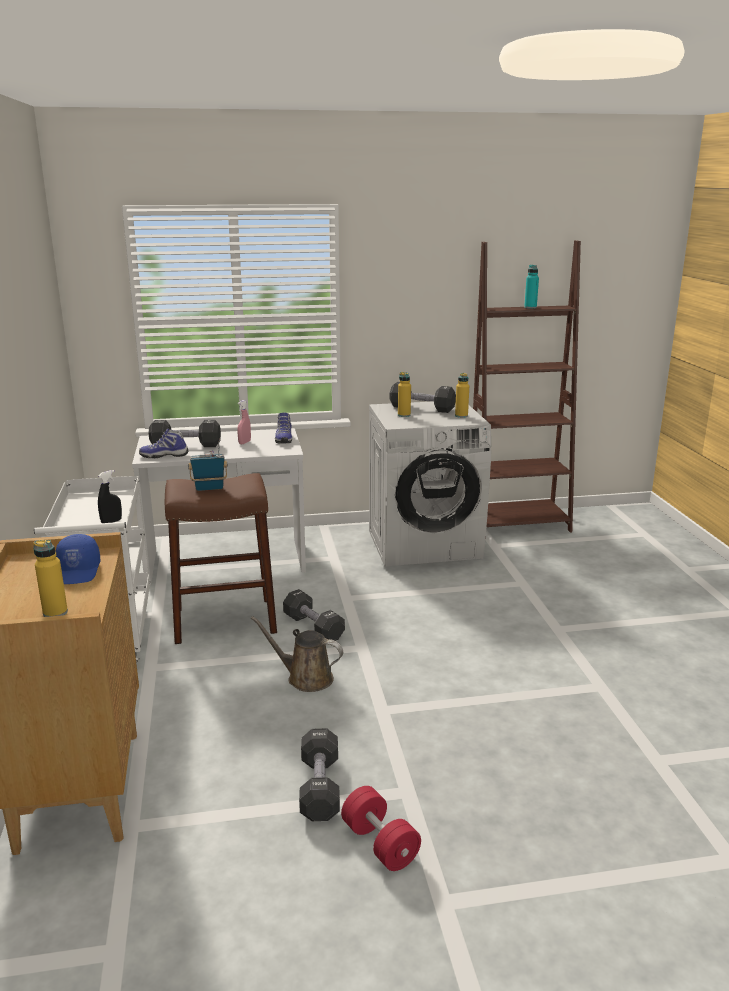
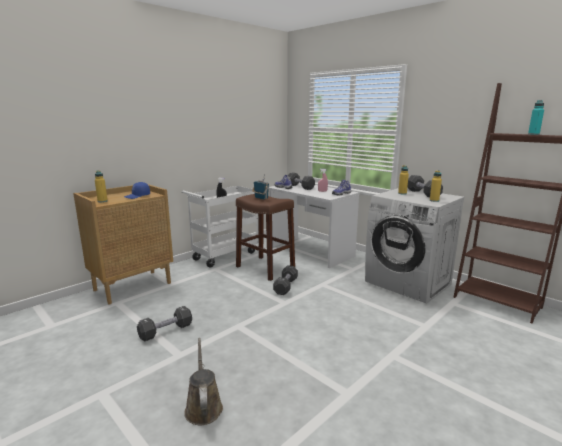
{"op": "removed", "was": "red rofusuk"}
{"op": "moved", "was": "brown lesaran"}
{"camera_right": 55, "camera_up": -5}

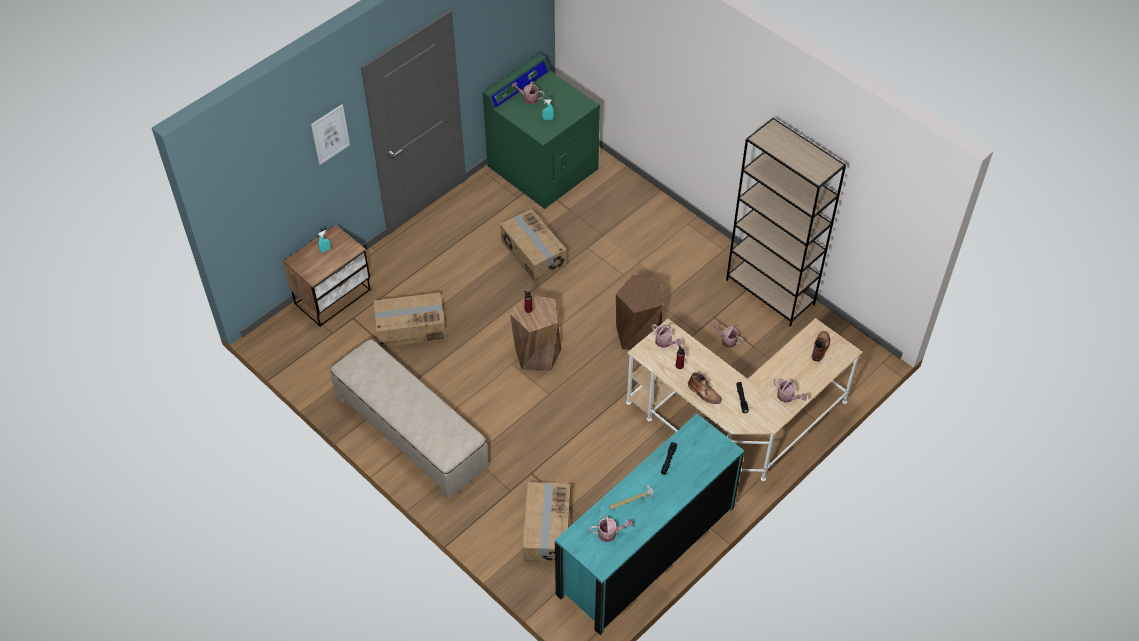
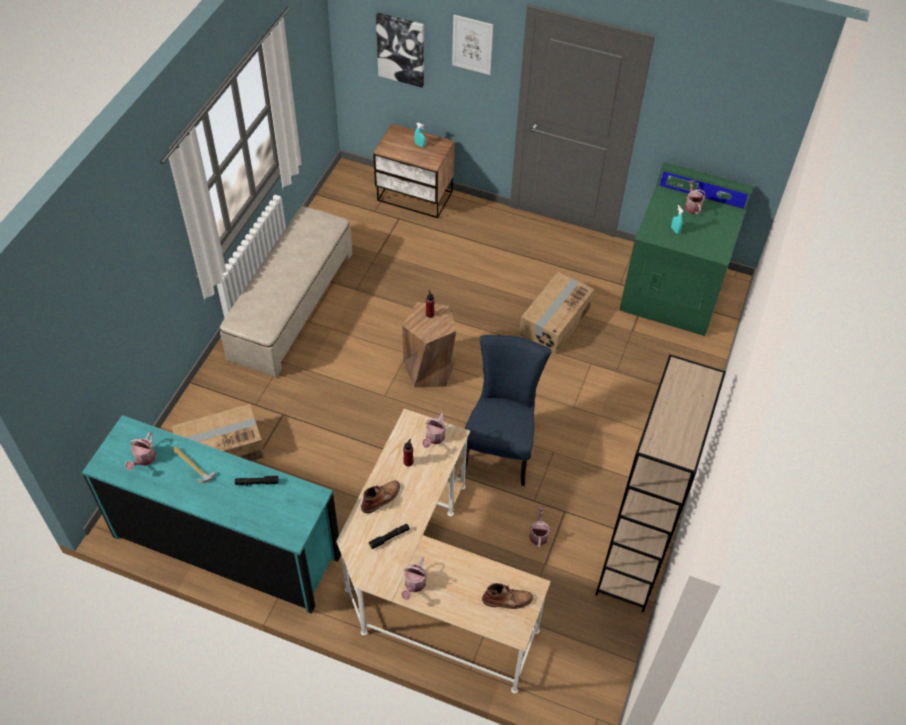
{"op": "removed", "was": "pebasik (1st from left)"}
{"op": "added", "now": "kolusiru (1st from left)"}
{"op": "replaced", "was": "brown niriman (2nd from left)", "now": "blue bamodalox"}
{"op": "turned", "was": "lesaran (2nd from left in the first image)", "clockwise": 45}
{"op": "turned", "was": "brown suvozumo (1st from left)", "clockwise": -150}
{"camera_right": 65, "camera_up": 0}

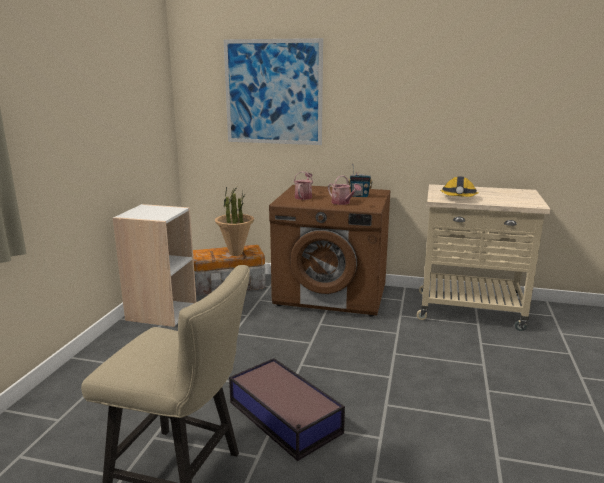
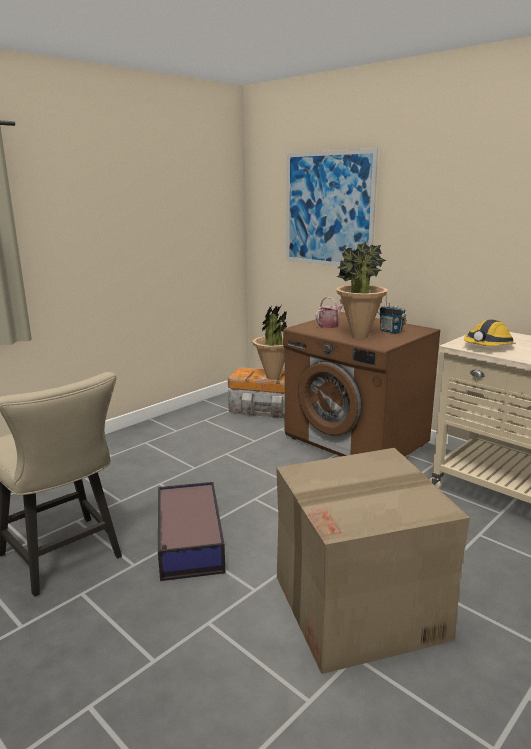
{"op": "removed", "was": "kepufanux"}
{"op": "added", "now": "pebasik"}
{"op": "replaced", "was": "lesaran (2nd from left)", "now": "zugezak (2nd from left)"}
{"camera_right": 30, "camera_up": 0}

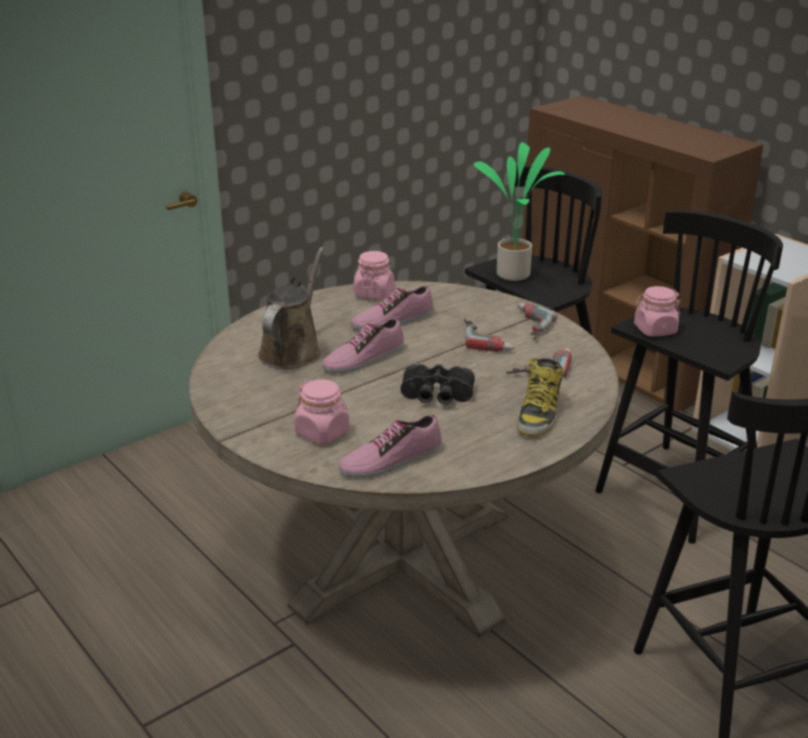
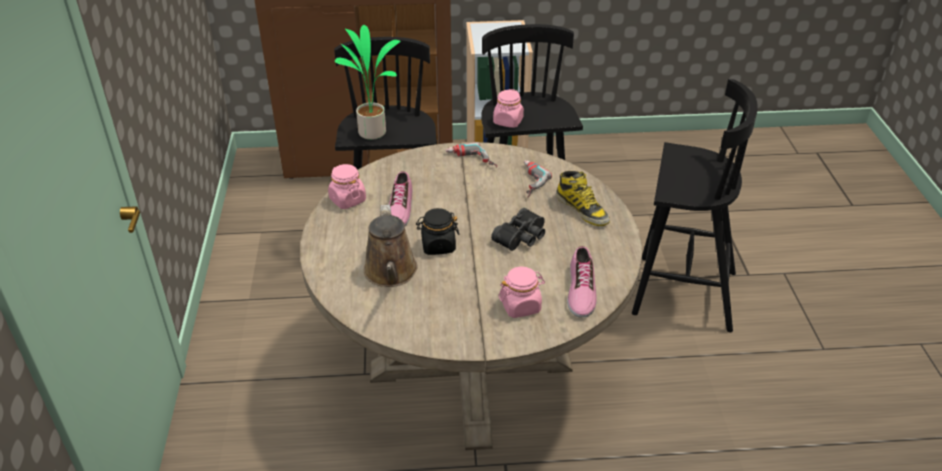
{"op": "removed", "was": "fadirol (1st from left)"}
{"op": "replaced", "was": "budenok (1st from left)", "now": "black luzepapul"}
{"op": "turned", "was": "brown lesaran", "clockwise": -150}
{"camera_right": -55, "camera_up": 10}

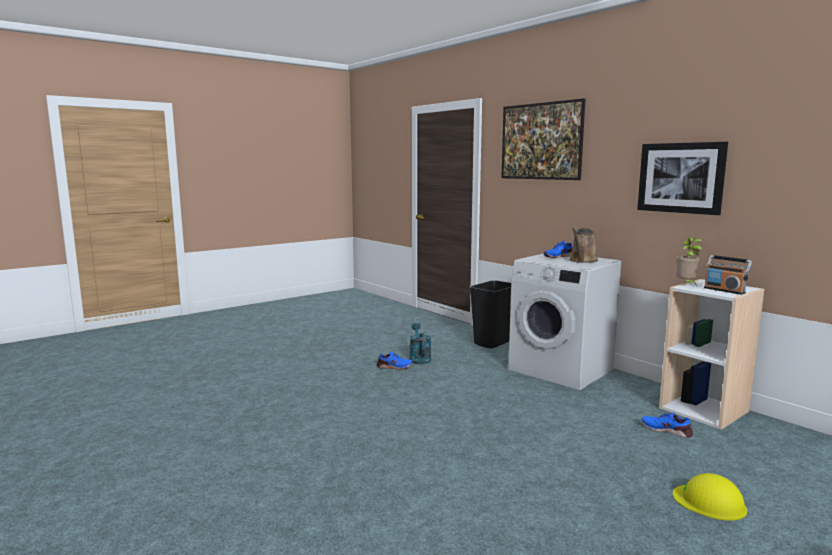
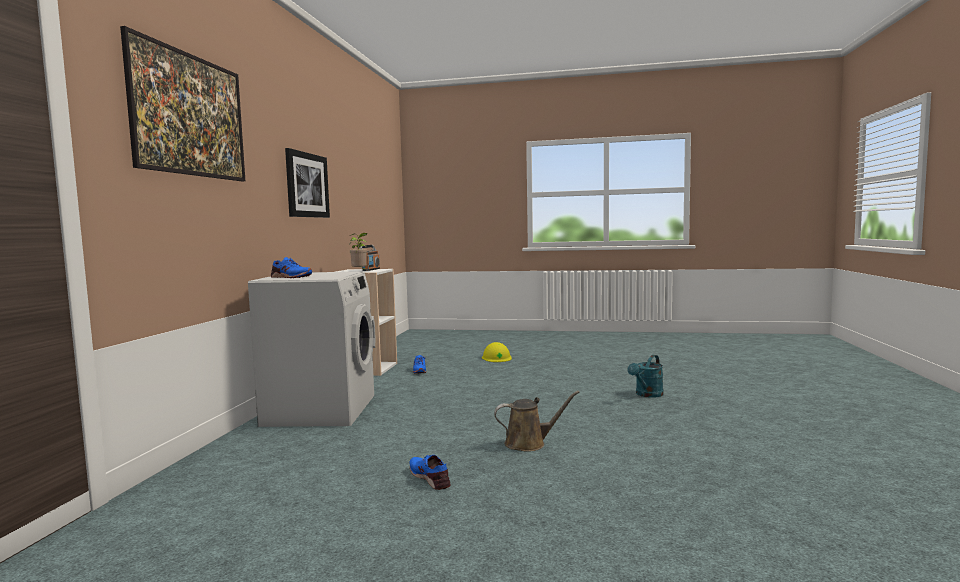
{"op": "removed", "was": "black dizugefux"}
{"op": "moved", "was": "turquoise lesaran"}
{"op": "moved", "was": "brown lesaran"}
{"camera_right": -130, "camera_up": -5}

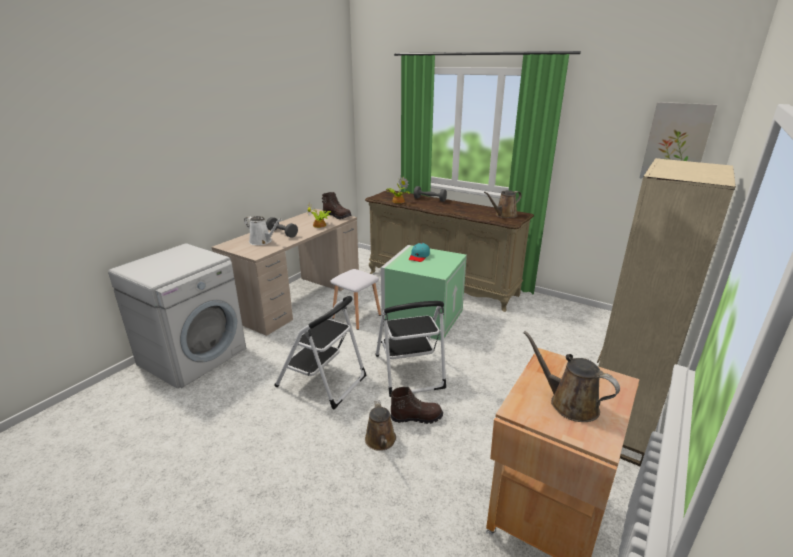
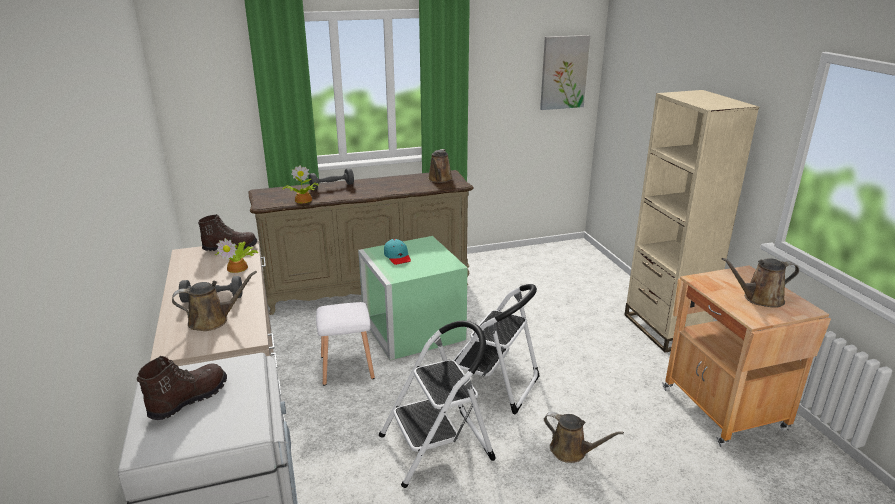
{"op": "moved", "was": "brown suvozumo (2nd from left in the first image)", "now": "brown suvozumo (1st from left)"}
{"op": "recoloured", "was": "white lesaran", "now": "brown lesaran (1st from left)"}
{"camera_right": -50, "camera_up": 0}

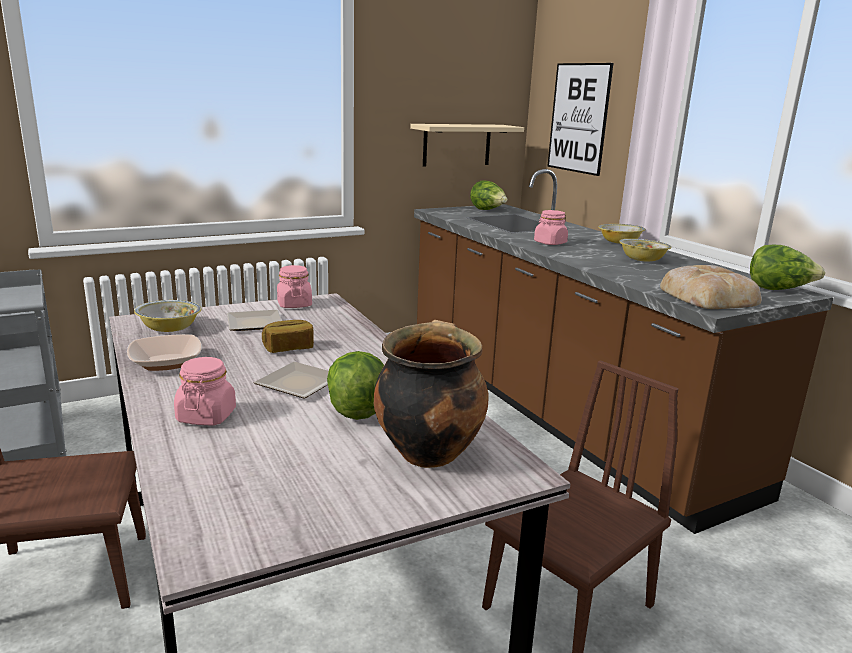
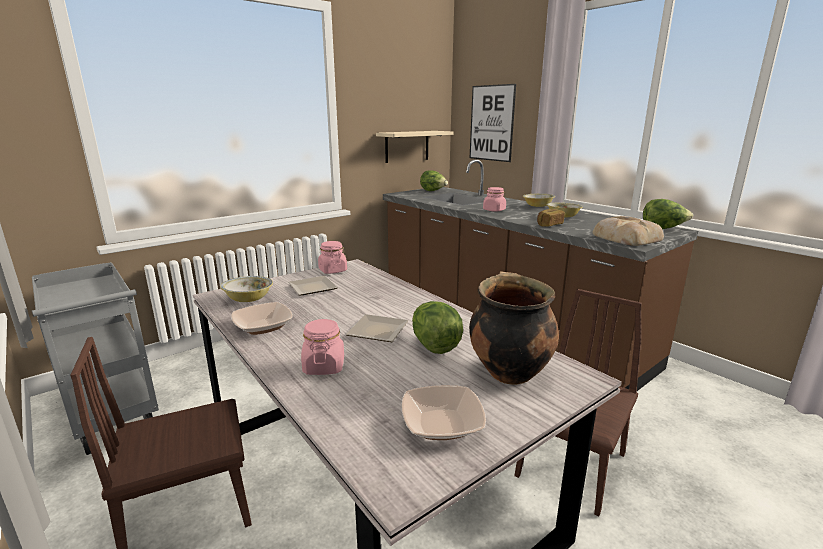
{"op": "added", "now": "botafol (3rd from left)"}
{"op": "moved", "was": "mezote (1st from left)"}
{"camera_right": -10, "camera_up": 0}

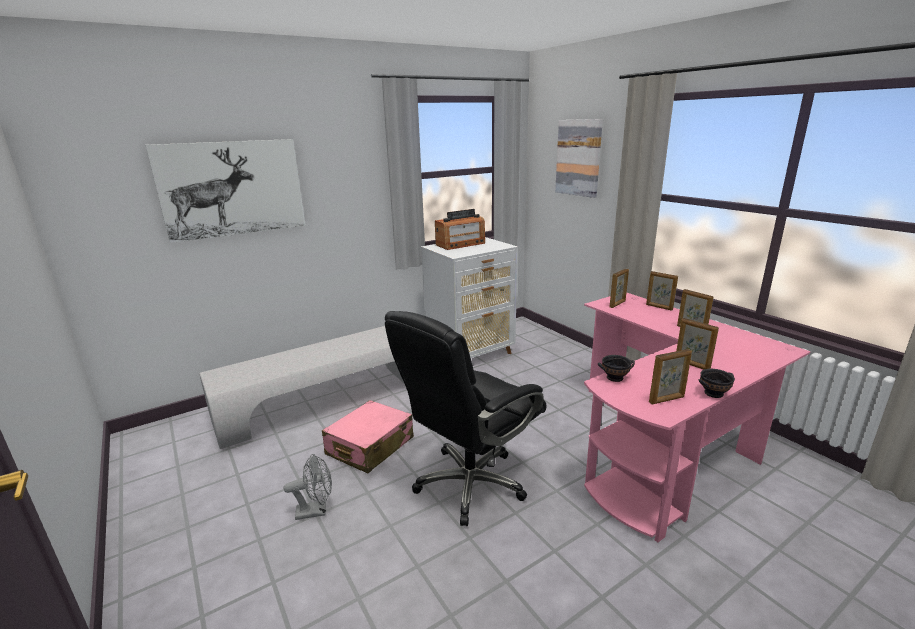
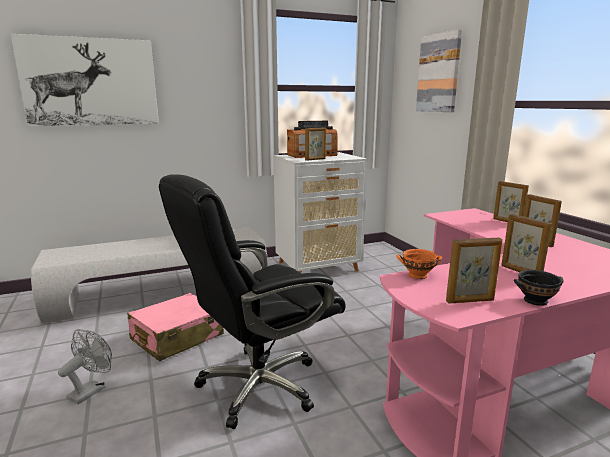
{"op": "moved", "was": "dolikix (1st from left)"}
{"op": "recoloured", "was": "black botafol (1st from left)", "now": "orange botafol"}
{"op": "turned", "was": "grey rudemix", "clockwise": -60}
{"camera_right": 10, "camera_up": -5}

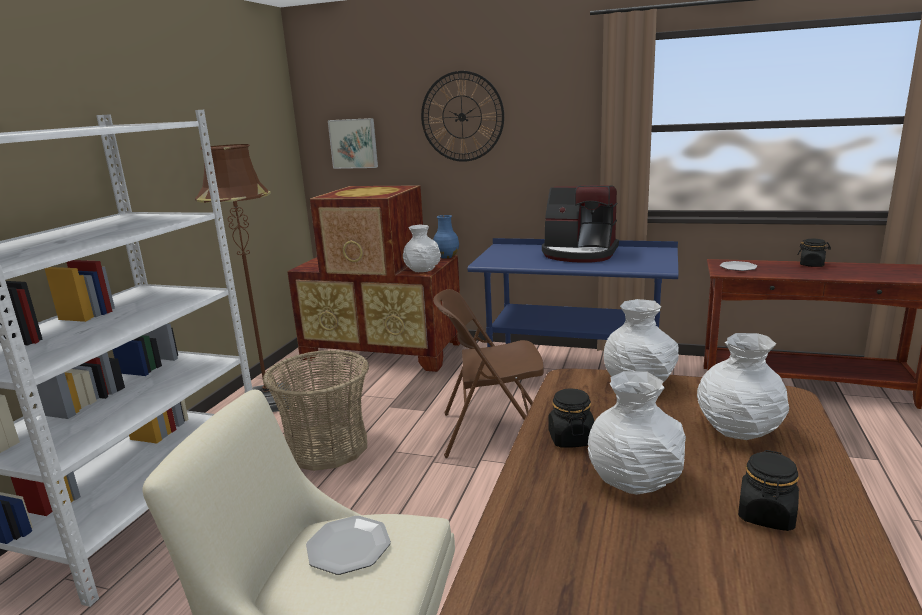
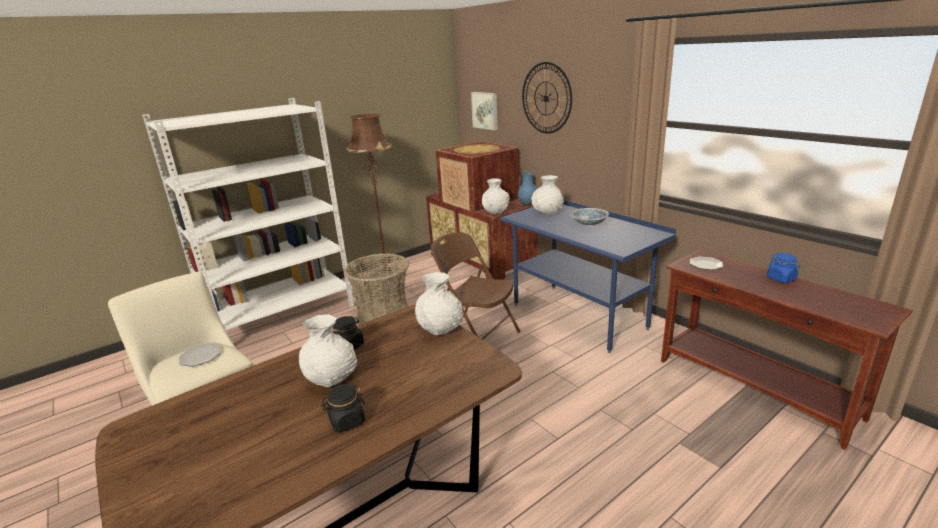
{"op": "moved", "was": "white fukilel (4th from left)"}
{"op": "replaced", "was": "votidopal", "now": "botafol"}
{"op": "recoloured", "was": "black luzepapul (3rd from left)", "now": "blue luzepapul"}
{"camera_right": 35, "camera_up": 5}

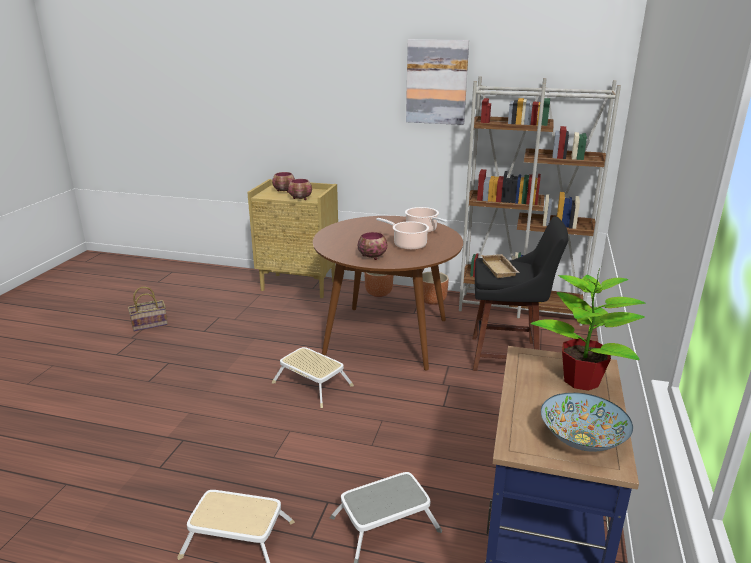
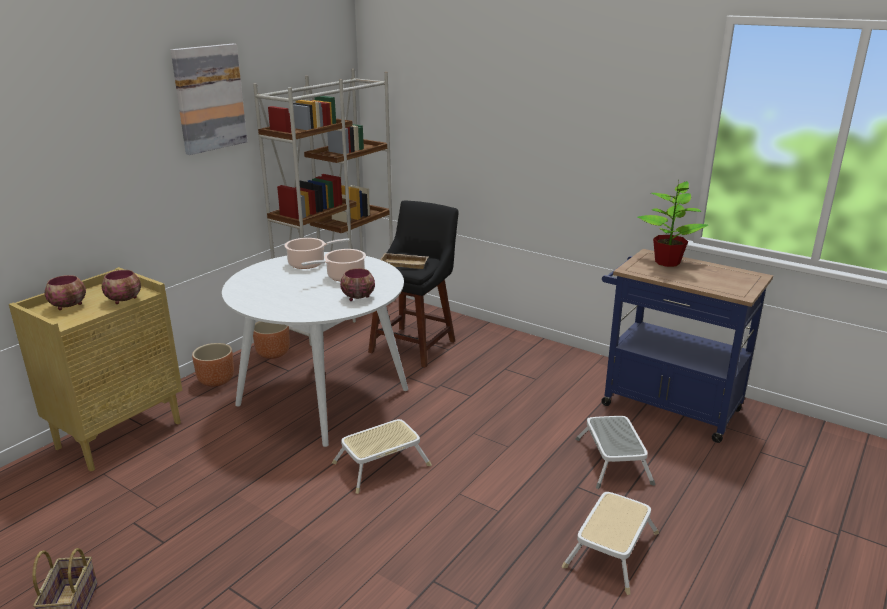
{"op": "removed", "was": "botafol (4th from left)"}
{"op": "recoloured", "was": "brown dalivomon", "now": "white dalivomon"}
{"camera_right": -70, "camera_up": 0}

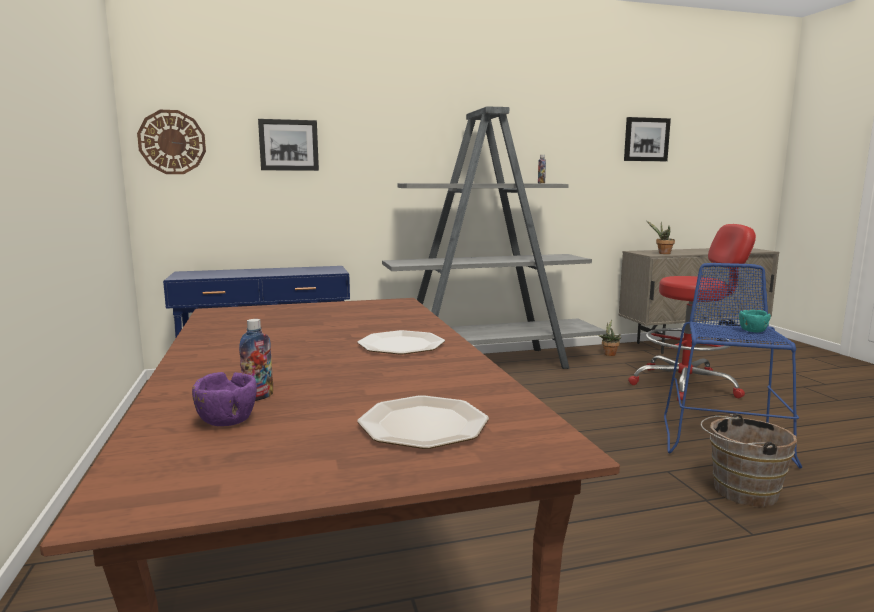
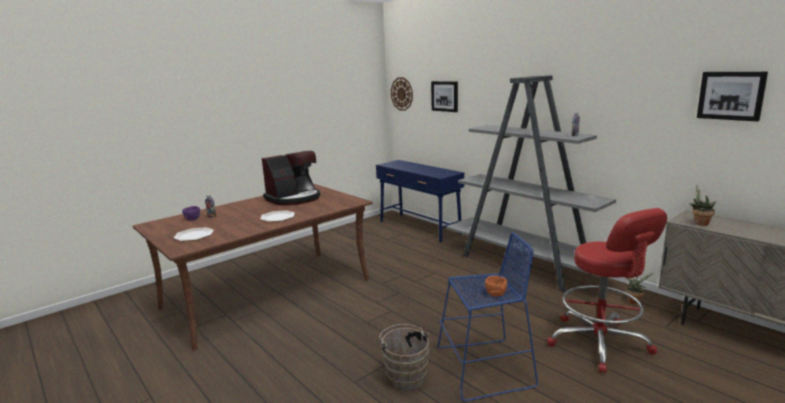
{"op": "added", "now": "votidopal"}
{"op": "recoloured", "was": "turquoise botafol", "now": "orange botafol"}
{"camera_right": 65, "camera_up": 5}

